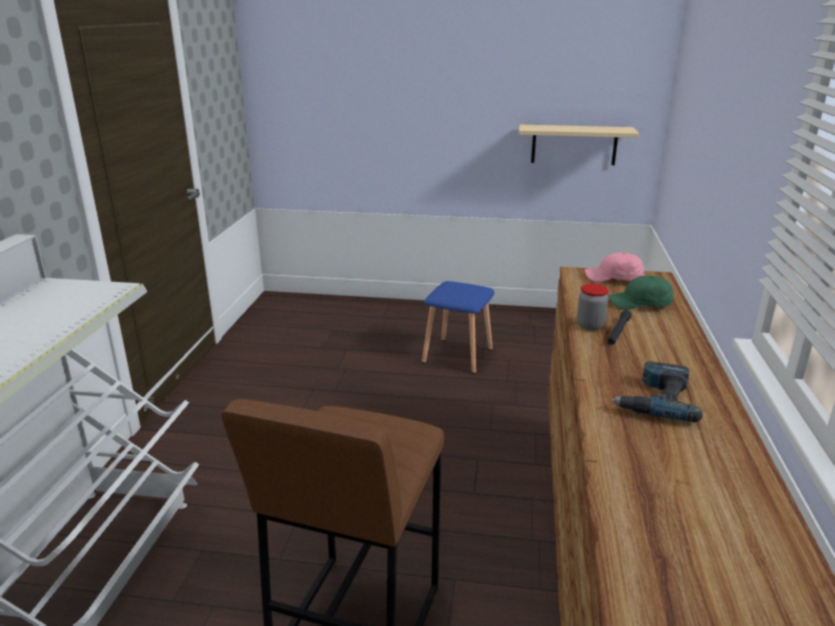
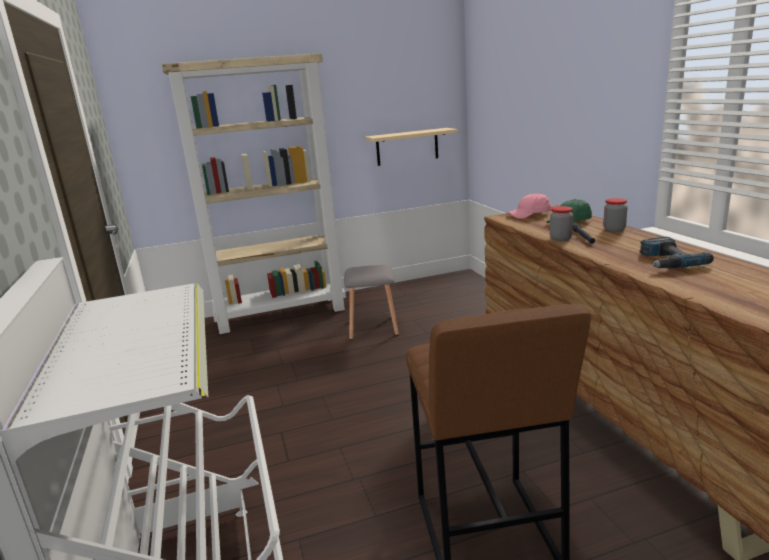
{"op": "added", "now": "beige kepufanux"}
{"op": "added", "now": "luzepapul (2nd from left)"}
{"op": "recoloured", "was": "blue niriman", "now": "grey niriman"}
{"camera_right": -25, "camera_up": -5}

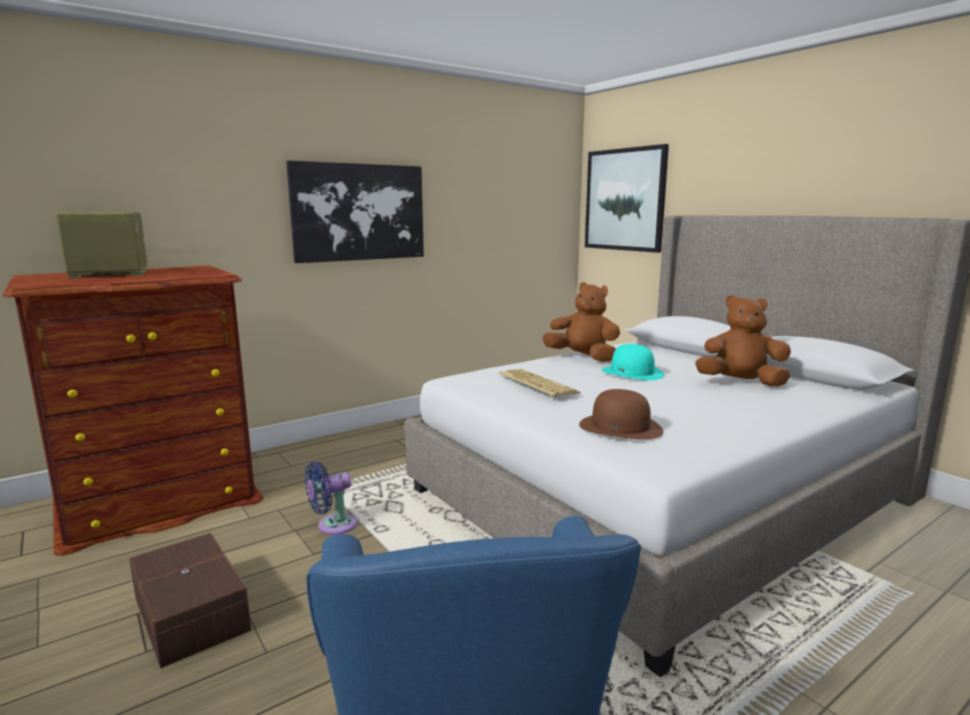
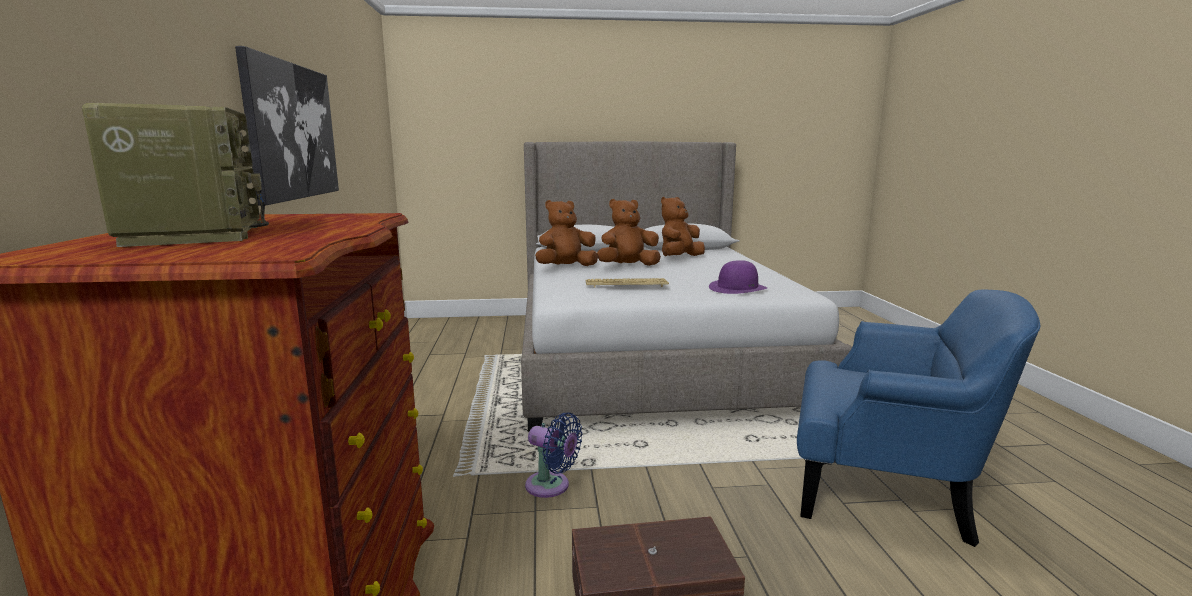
{"op": "removed", "was": "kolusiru (2nd from left)"}
{"op": "replaced", "was": "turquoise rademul", "now": "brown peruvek (2nd from left)"}
{"op": "recoloured", "was": "brown rademul", "now": "purple rademul"}
{"op": "turned", "was": "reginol", "clockwise": 150}
{"op": "turned", "was": "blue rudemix", "clockwise": -60}
{"camera_right": -60, "camera_up": 0}

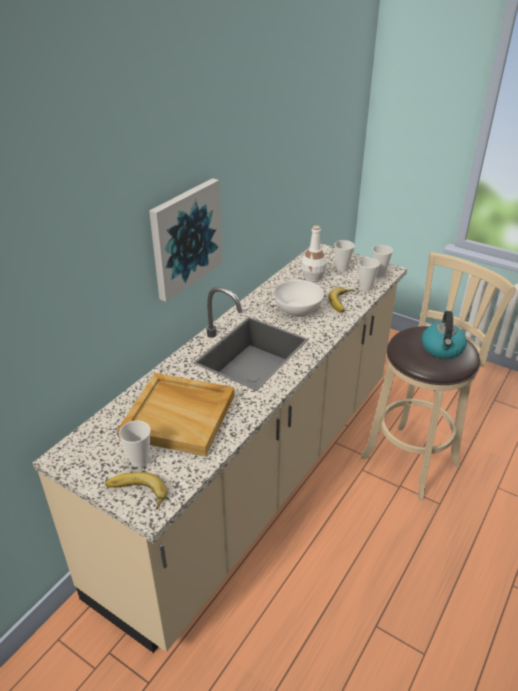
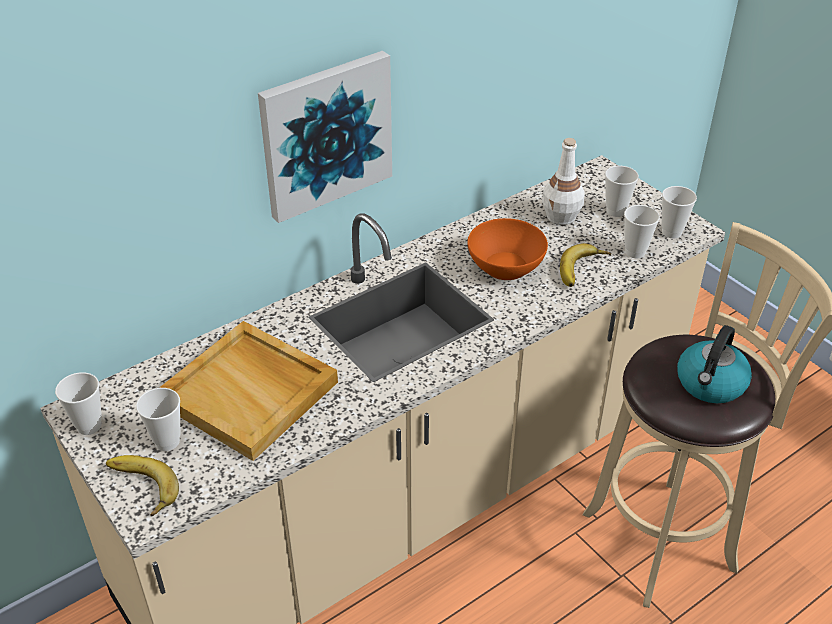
{"op": "added", "now": "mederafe (1st from left)"}
{"op": "recoloured", "was": "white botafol", "now": "orange botafol"}
{"camera_right": 20, "camera_up": 5}

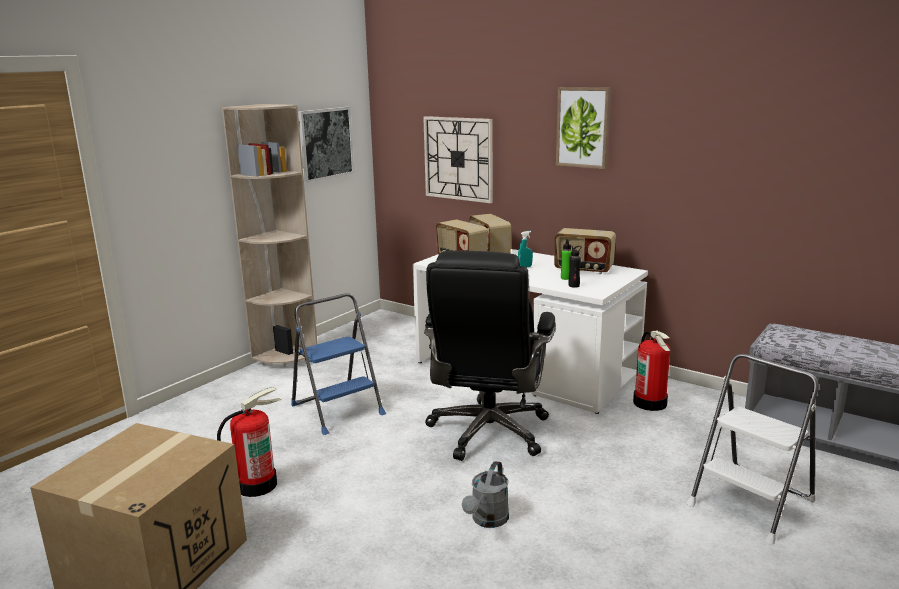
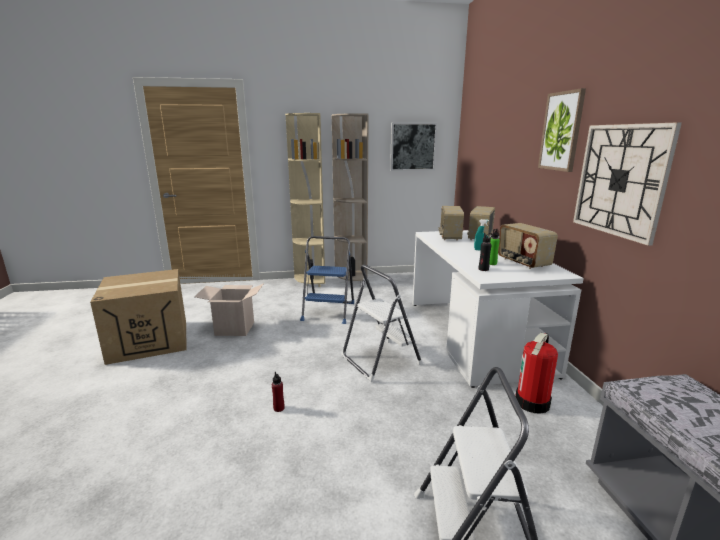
{"op": "added", "now": "beige kepufanux (1st from left)"}
{"op": "moved", "was": "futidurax"}
{"op": "replaced", "was": "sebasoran (1st from left)", "now": "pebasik (2nd from left)"}
{"op": "replaced", "was": "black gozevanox", "now": "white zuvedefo (1st from left)"}
{"op": "replaced", "was": "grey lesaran", "now": "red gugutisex"}
{"camera_right": 45, "camera_up": 0}

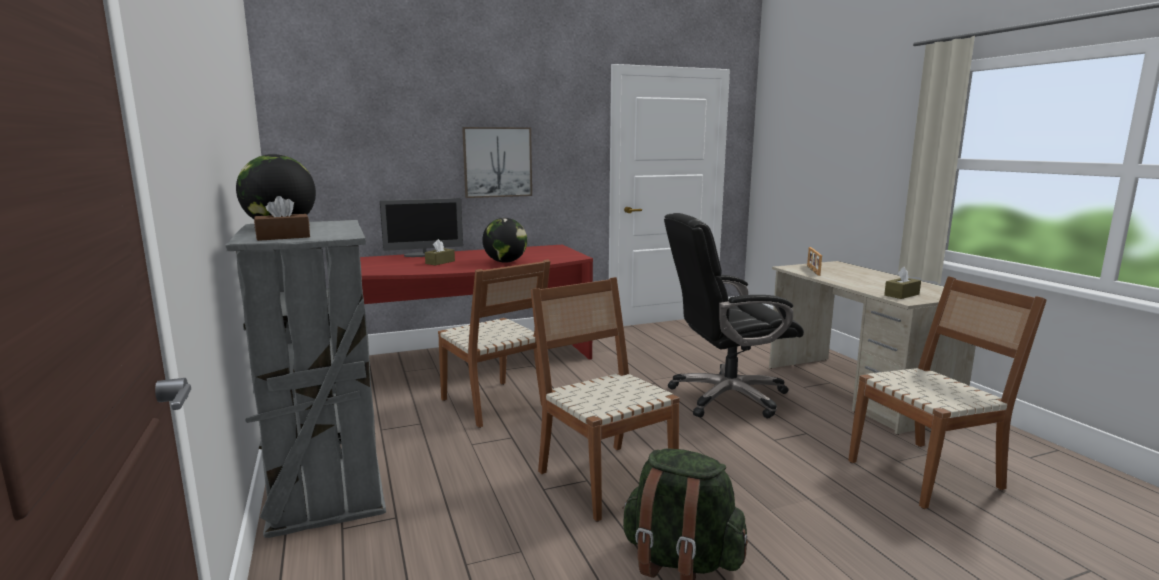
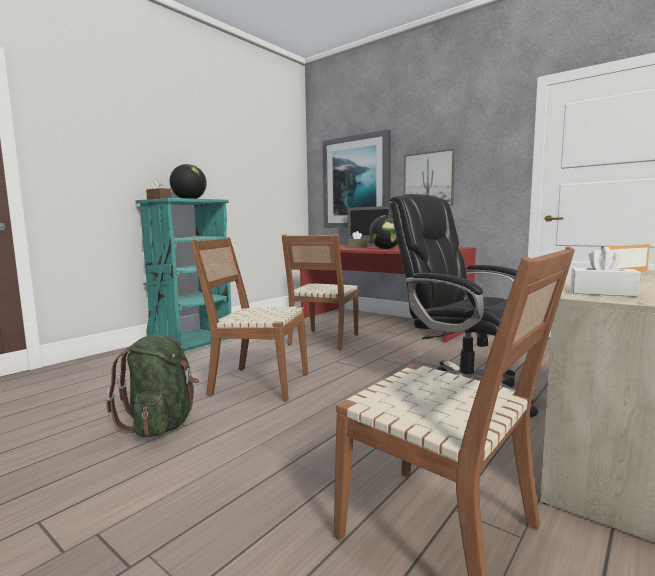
{"op": "added", "now": "kolusiru (1st from left)"}
{"op": "recoloured", "was": "grey kepufanux", "now": "turquoise kepufanux"}
{"op": "recoloured", "was": "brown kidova (3rd from left)", "now": "white kidova"}
{"op": "turned", "was": "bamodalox (2nd from left in the first image)", "clockwise": -105}
{"camera_right": 60, "camera_up": -5}

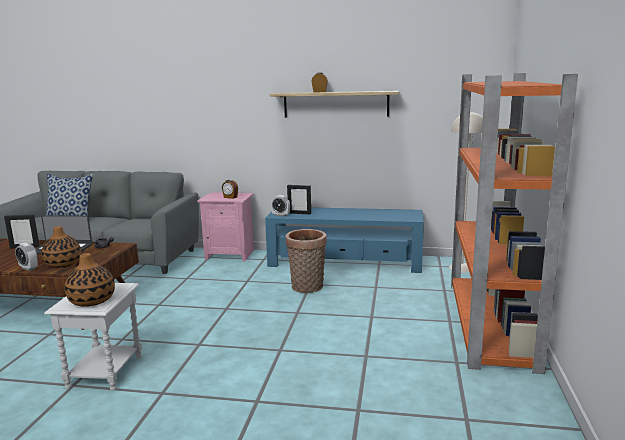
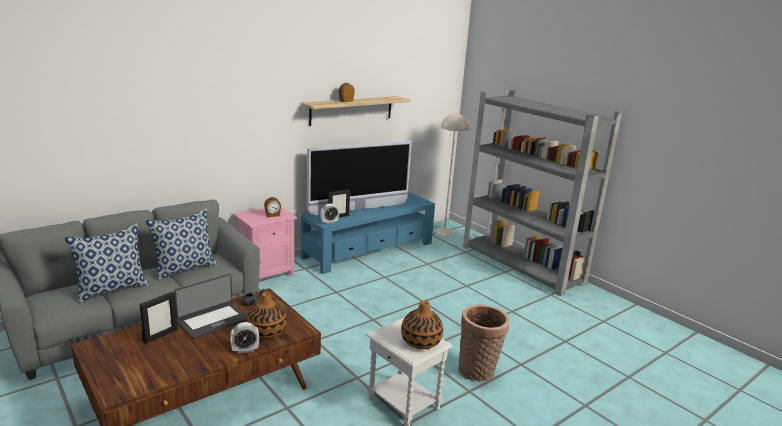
{"op": "added", "now": "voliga (2nd from left)"}
{"op": "added", "now": "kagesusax"}
{"op": "moved", "was": "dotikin"}
{"op": "recoloured", "was": "orange kepufanux", "now": "grey kepufanux"}
{"camera_right": -50, "camera_up": 5}

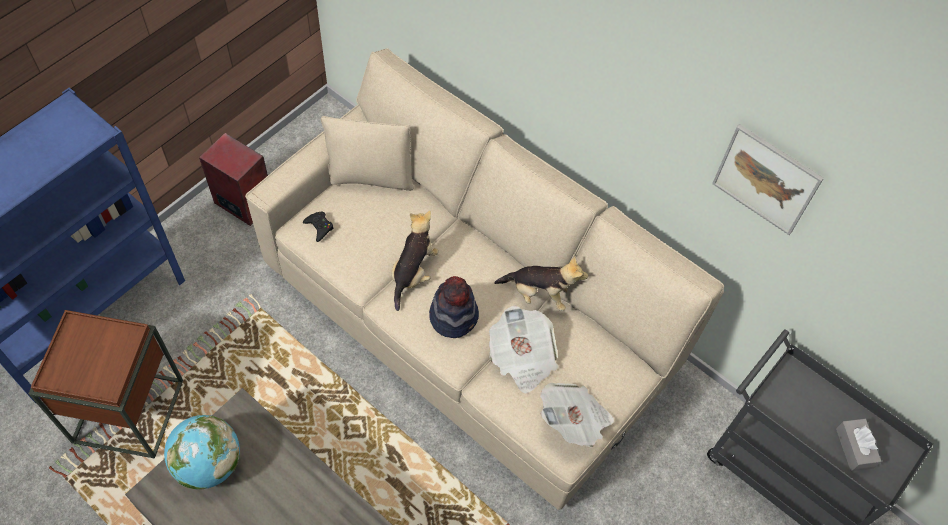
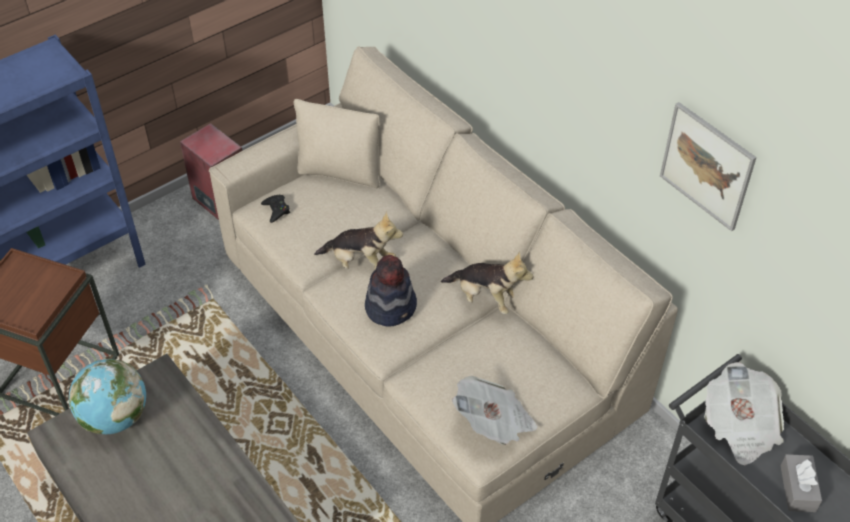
{"op": "moved", "was": "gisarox (1st from left in the first image)", "now": "gisarox (2nd from left)"}
{"op": "turned", "was": "peruvek (1st from left)", "clockwise": 75}
{"camera_right": 15, "camera_up": -10}

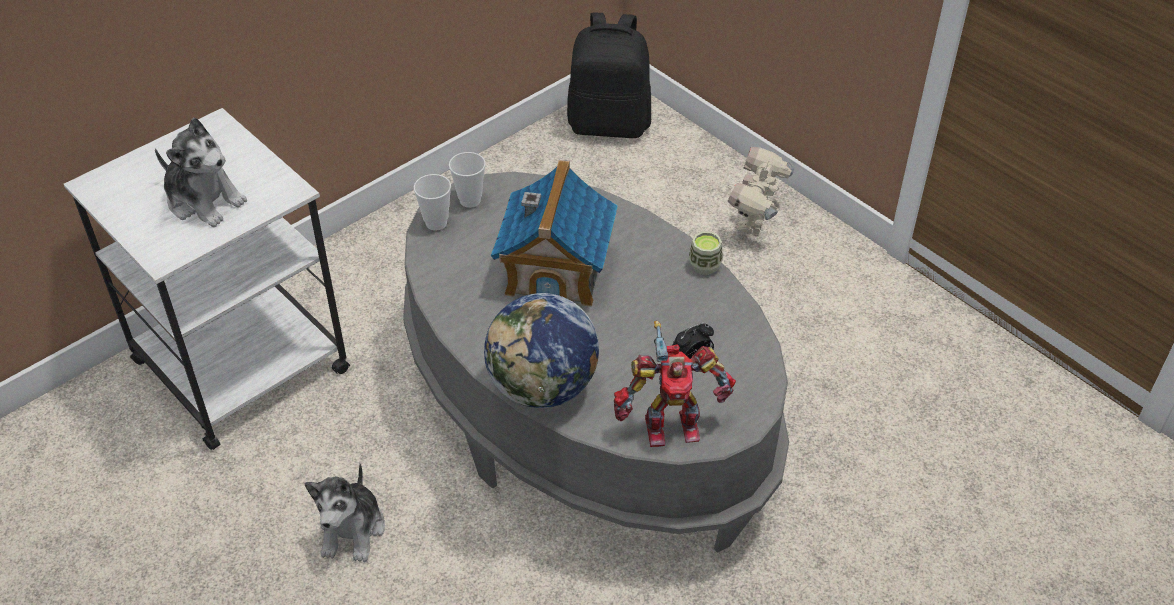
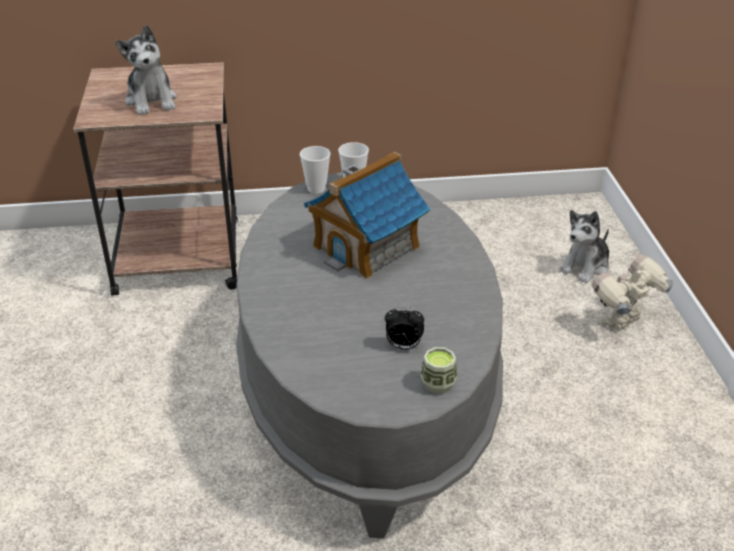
{"op": "removed", "was": "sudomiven"}
{"op": "removed", "was": "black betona"}
{"op": "removed", "was": "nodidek (1st from left)"}
{"op": "moved", "was": "peruvek (2nd from left)"}
{"op": "moved", "was": "mederafe (3rd from left)"}
{"op": "recoloured", "was": "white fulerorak", "now": "brown fulerorak"}
{"camera_right": 35, "camera_up": -10}

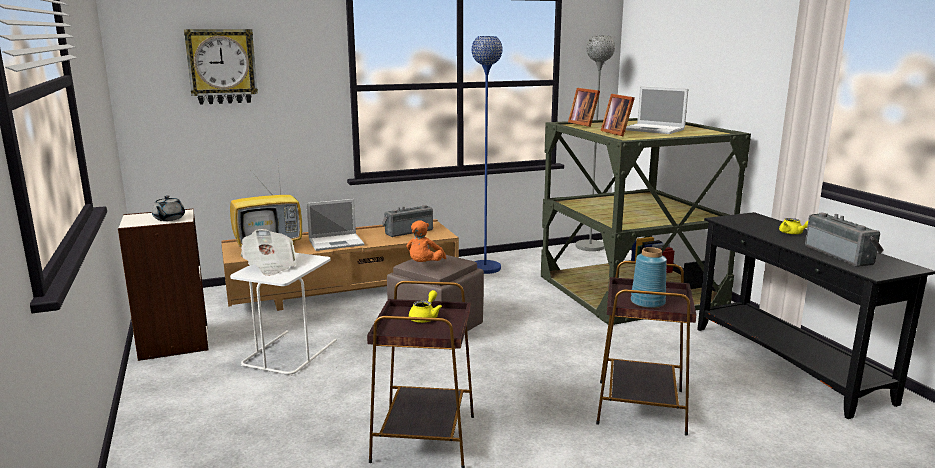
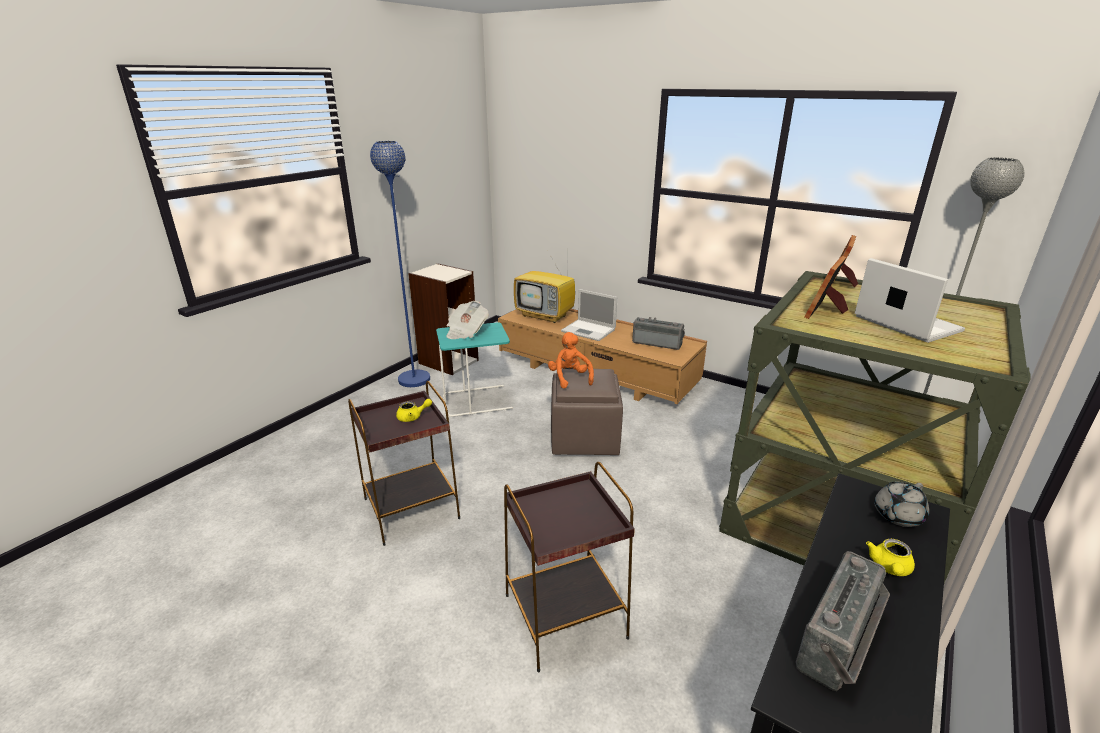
{"op": "removed", "was": "futidurax"}
{"op": "removed", "was": "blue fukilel"}
{"op": "moved", "was": "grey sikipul"}
{"op": "moved", "was": "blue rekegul"}
{"op": "recoloured", "was": "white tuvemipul", "now": "turquoise tuvemipul"}
{"op": "turned", "was": "orange peruvek", "clockwise": 90}
{"op": "turned", "was": "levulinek (2nd from left)", "clockwise": 150}
{"camera_right": 55, "camera_up": 10}

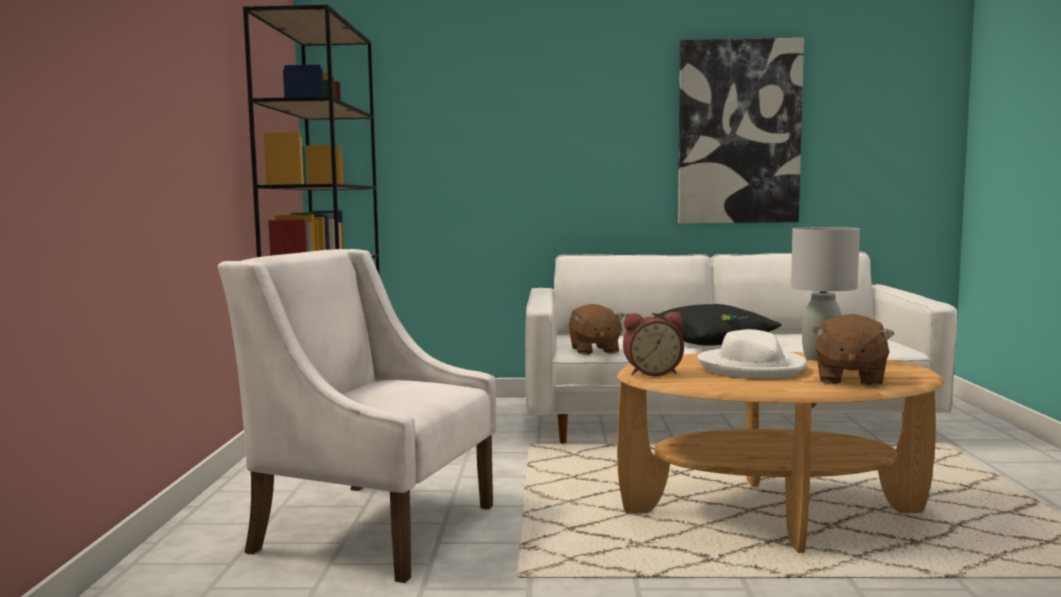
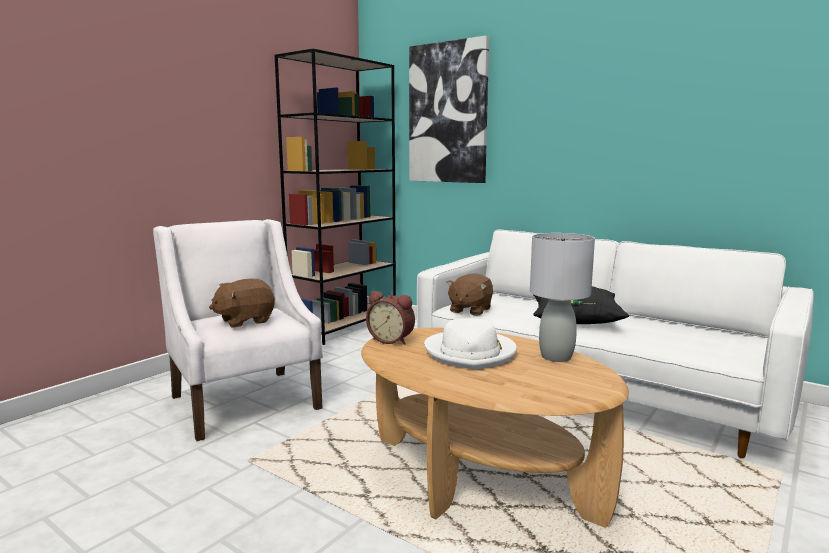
{"op": "moved", "was": "kolusiru"}
{"op": "moved", "was": "brown peruvek (2nd from left in the first image)", "now": "brown peruvek (1st from left)"}
{"camera_right": 35, "camera_up": 5}

